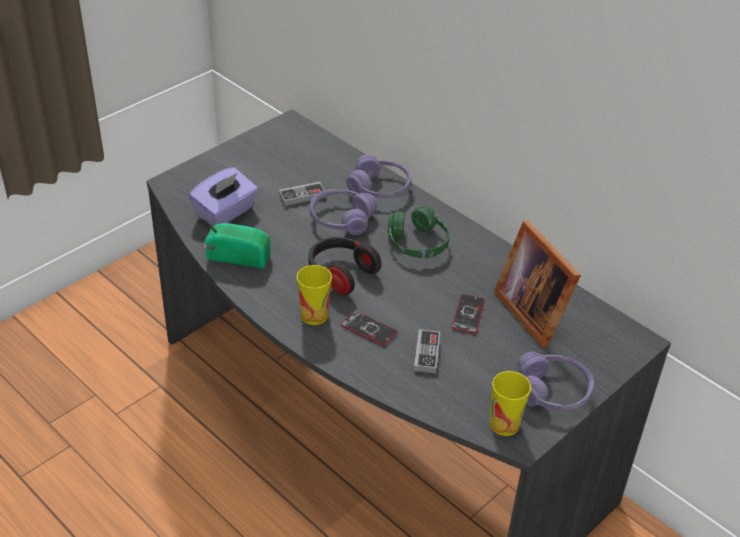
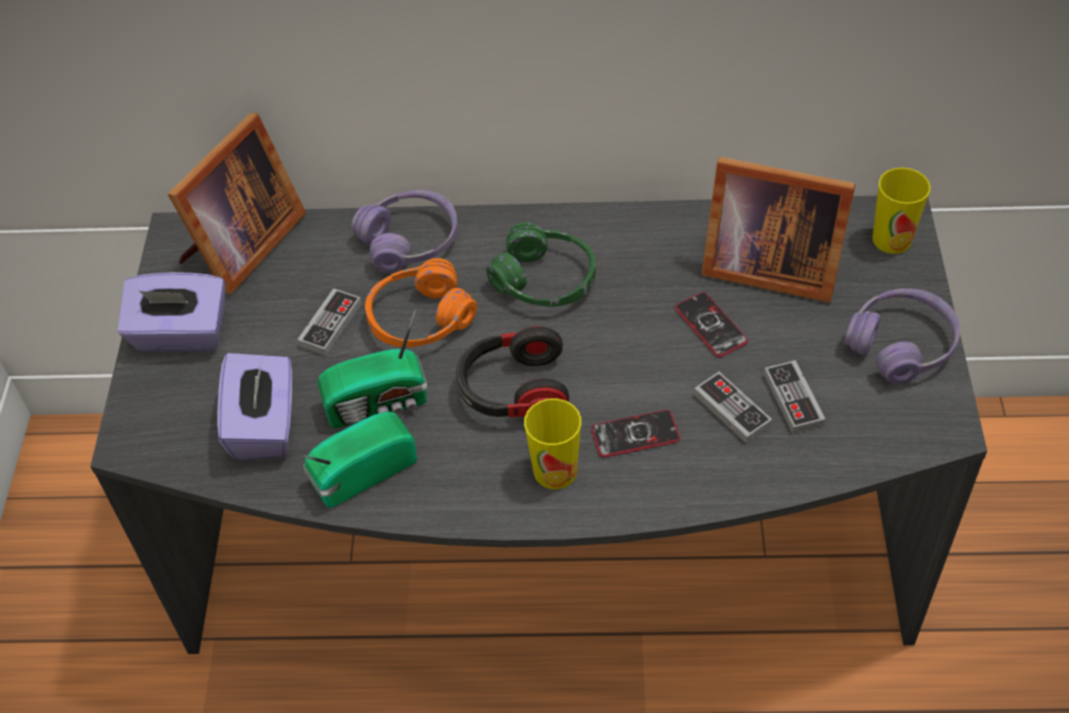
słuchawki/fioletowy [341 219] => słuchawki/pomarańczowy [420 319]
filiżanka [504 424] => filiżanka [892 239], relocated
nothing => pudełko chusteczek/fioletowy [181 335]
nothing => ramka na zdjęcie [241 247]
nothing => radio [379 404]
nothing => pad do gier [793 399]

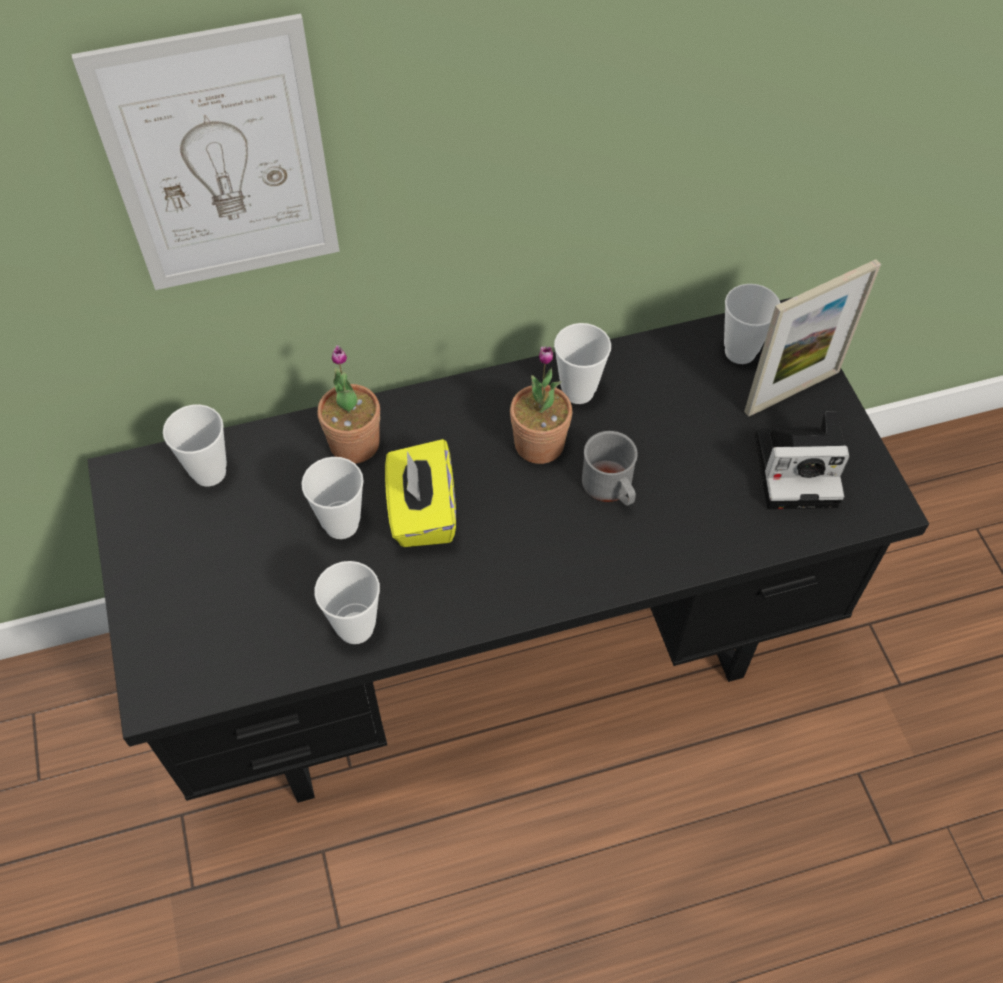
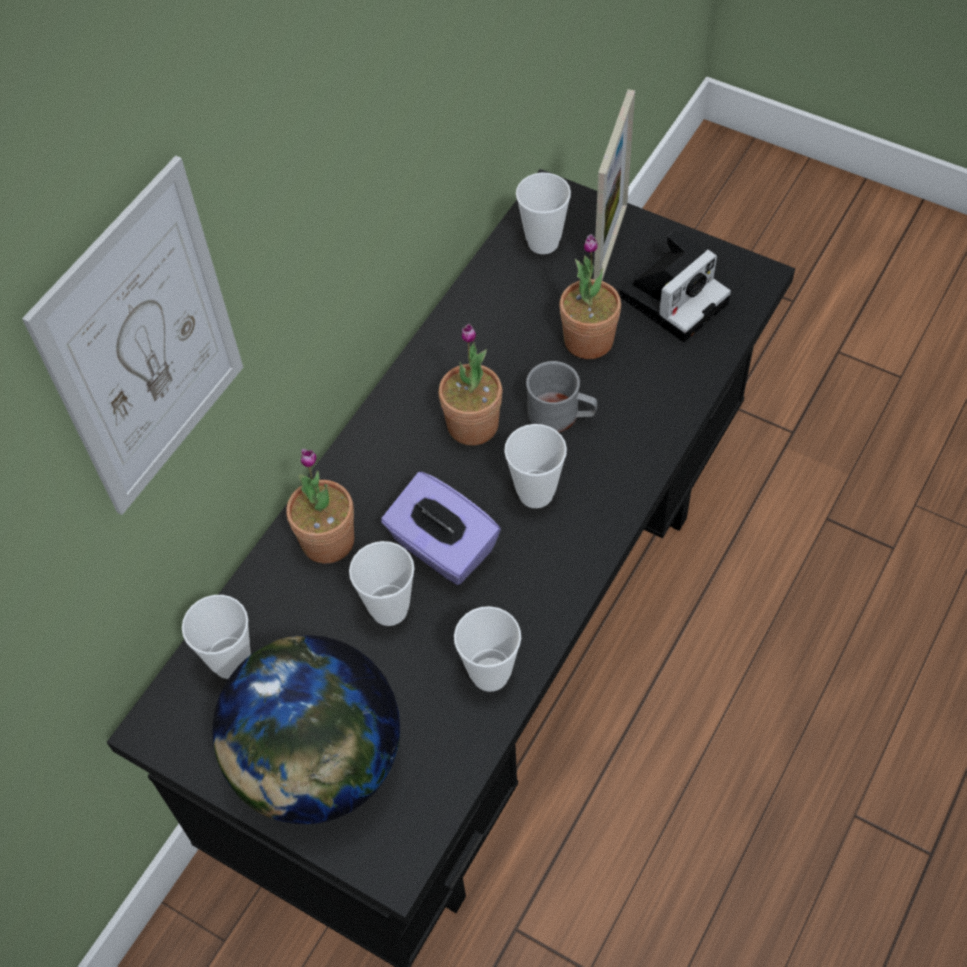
pudełko chusteczek/żółty [422 512] => pudełko chusteczek/fioletowy [442 548]
filiżanka [578 391] => filiżanka [536 493], relocated
nothing => globus [319 764]
nothing => roślina doniczkowa [588 340]

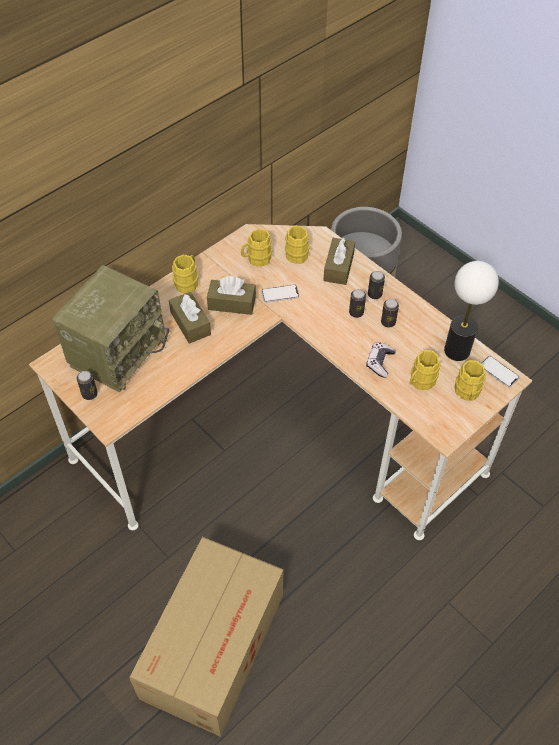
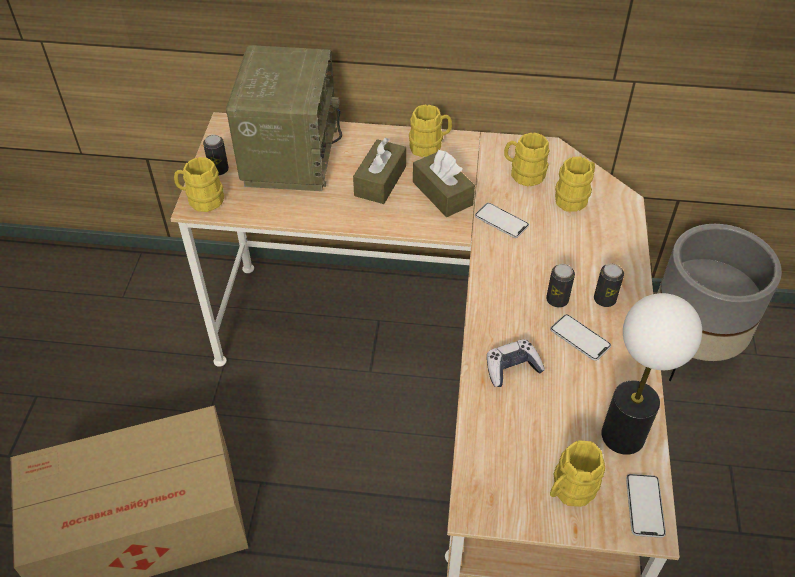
radio [117 350] => radio [289 154], 75 degrees counterclockwise
pudełko chusteczek/brązowy [338 267] => nothing
puszka [388 322] => telefon [580 338]
kubek/żółty [420 381] => kubek/żółty [201 200], relocated

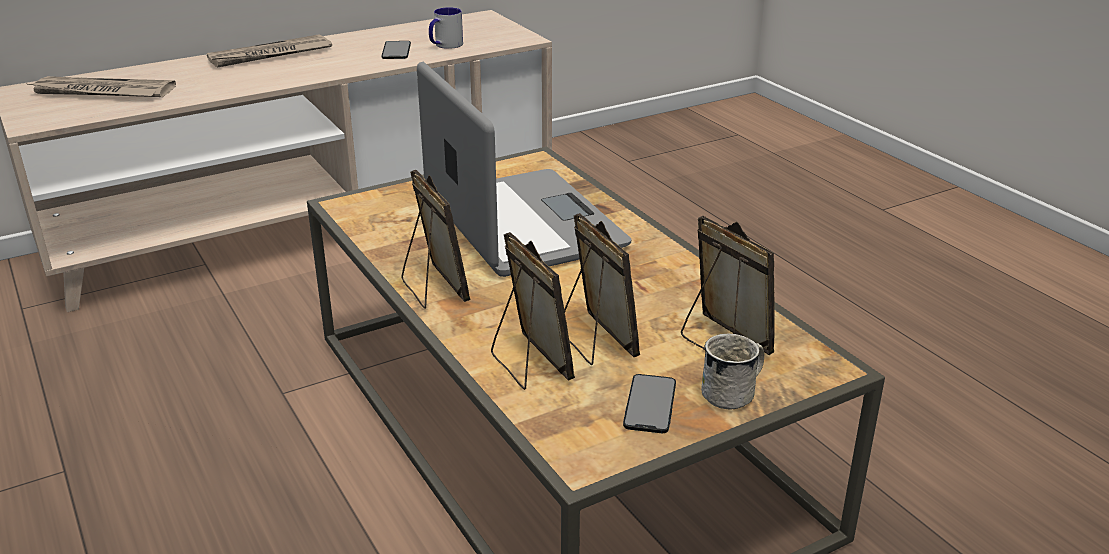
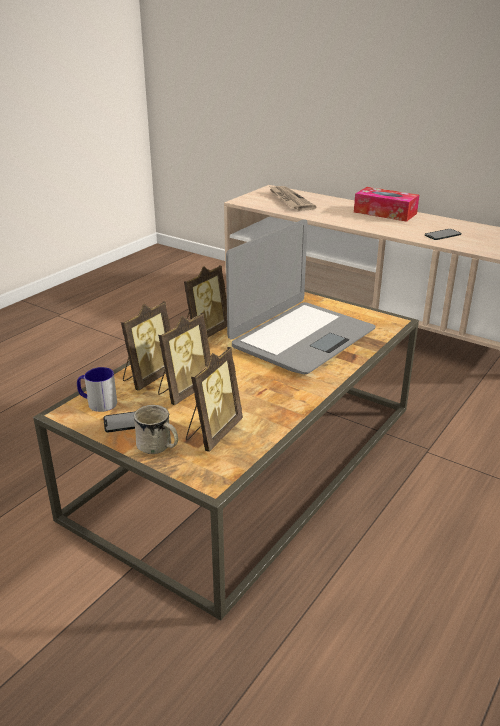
gazeta [270 55] => pudełko chusteczek [385 213]
kubek [445 45] => kubek [97 403], relocated

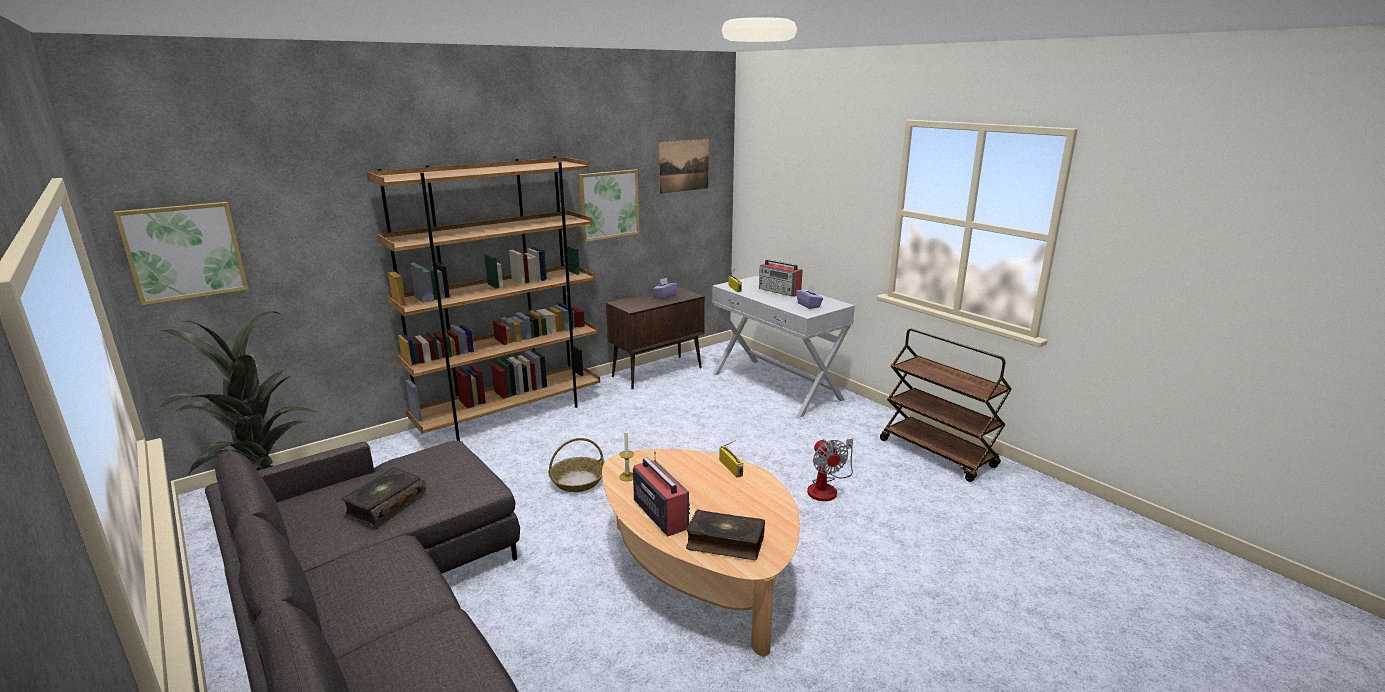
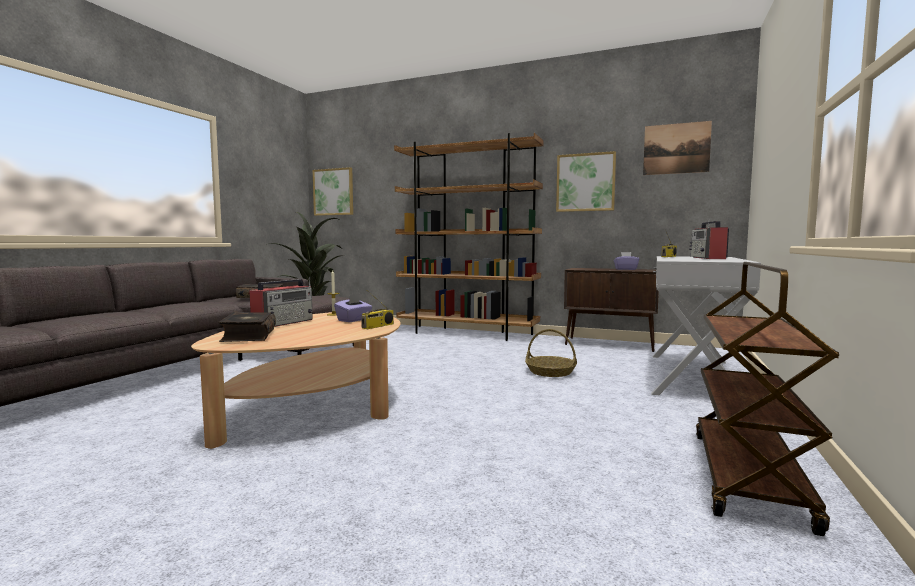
koszyk [578 480] => koszyk [551 372], relocated
pudełko chusteczek/fioletowy [809 305] => pudełko chusteczek/fioletowy [354 320], relocated
wentylator [827 487] => nothing

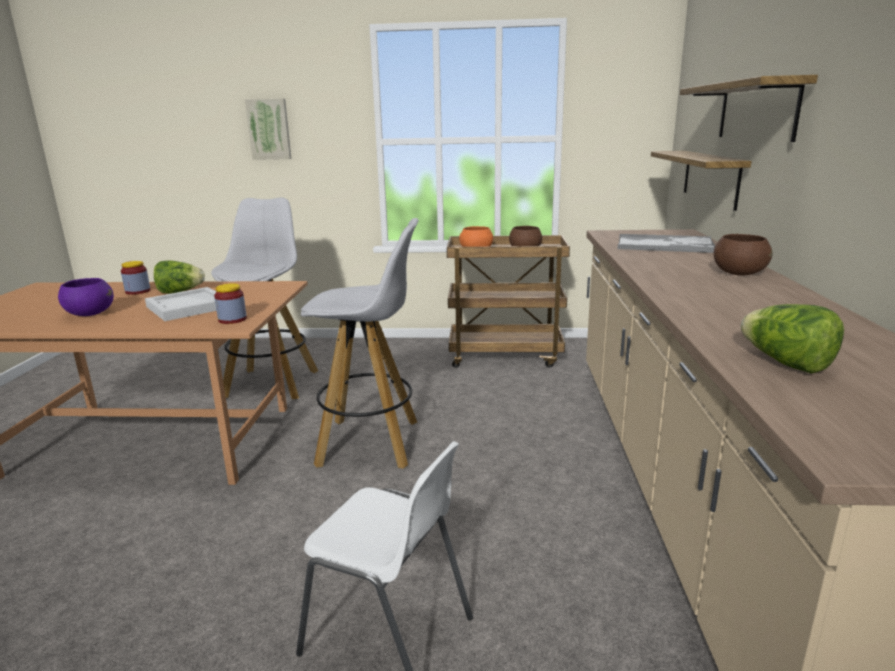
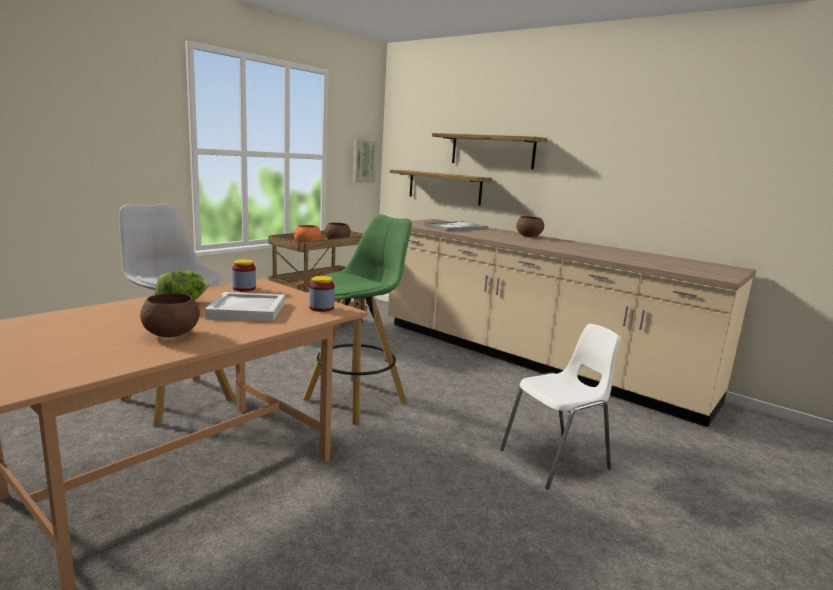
miska/fioletowy [90 314] => miska/brązowy [171 334]
słoik [138 291] => słoik [244 288], relocated
obraz [269 129] => obraz [363 161], relocated
stołek/biały [371 443] => stołek/zielony [356 400]
sałata [786 364] => nothing

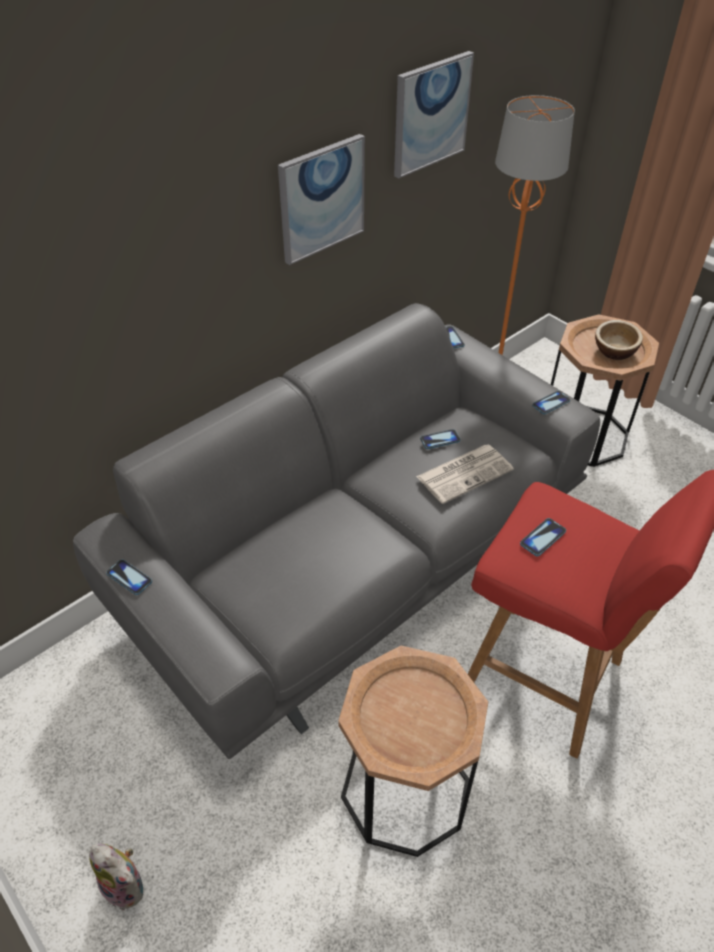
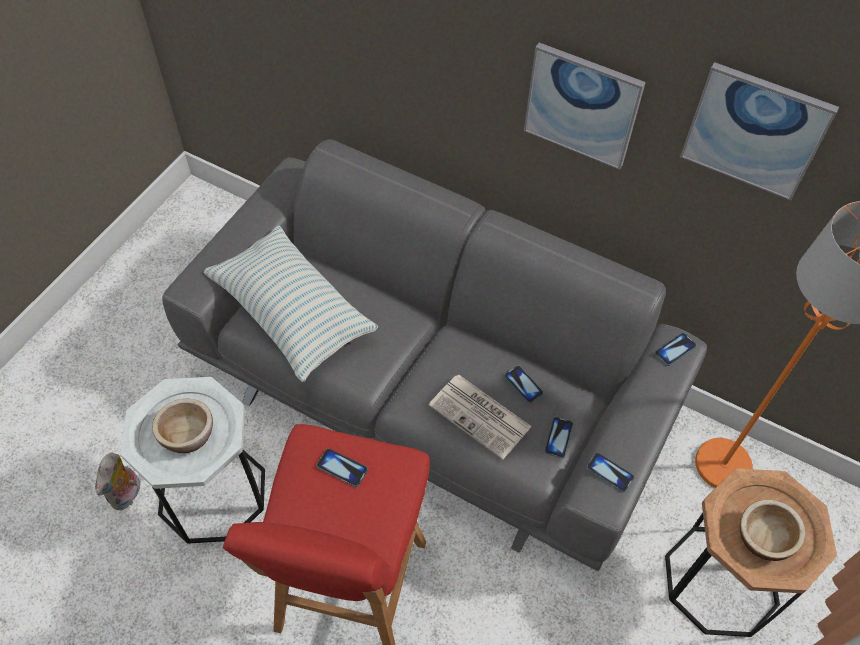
pluszak [127 885] => pluszak [127 495], relocated
telefon [129 578] => telefon [558 438], relocated
stolik/brązowy [405 789] => stolik/biały [212 492]
nothing => miska [187 434]
nothing => poduszka [292 313]

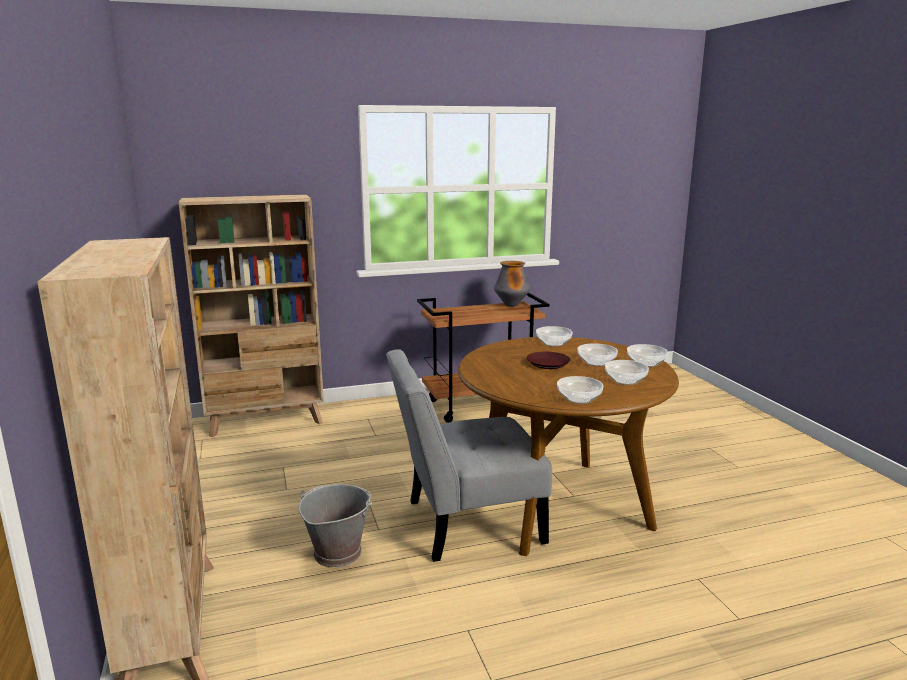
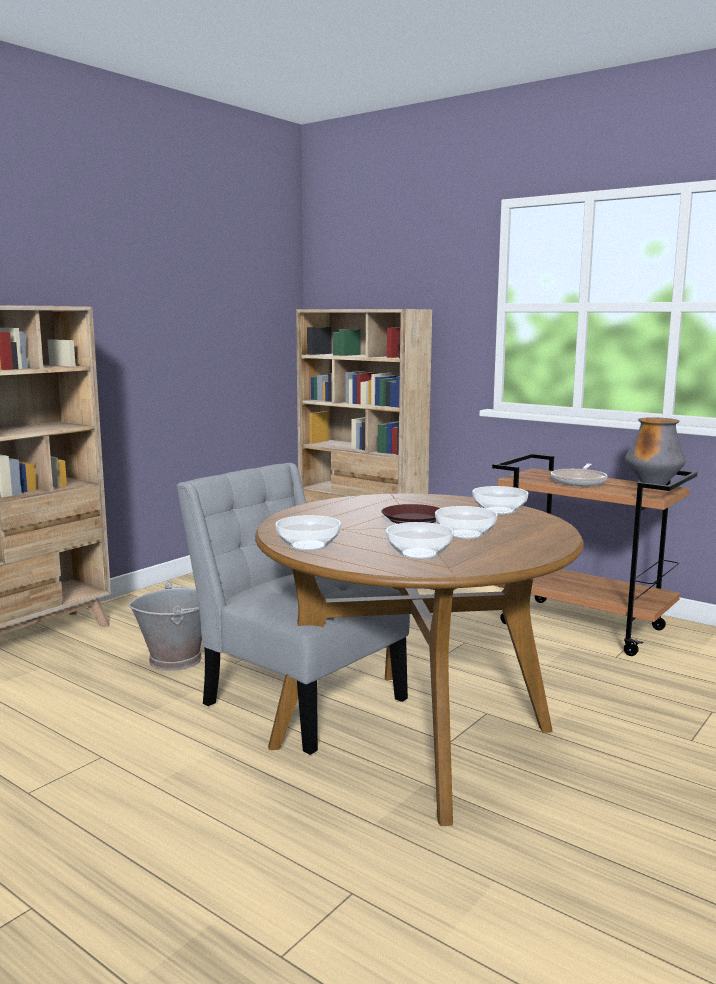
miska [646 363] => nothing
nothing => patelnia [579 481]

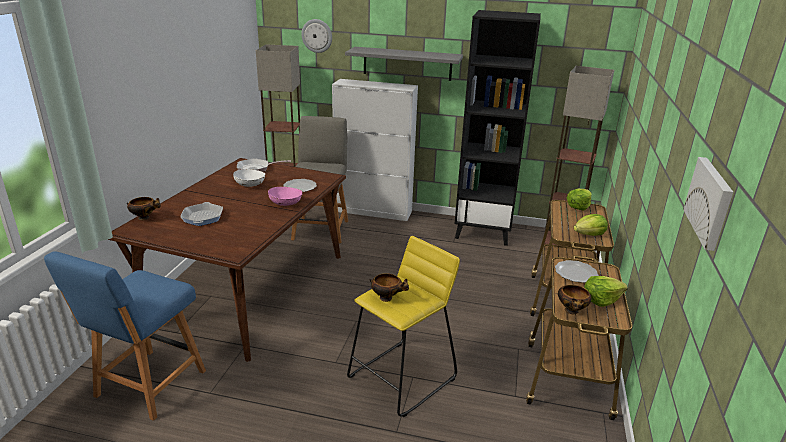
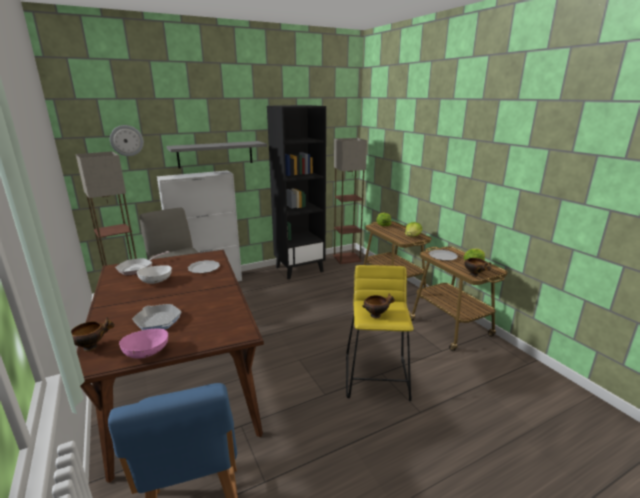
miska/różowy [286 203] => miska/różowy [147 352], relocated
obraz [710 202] => nothing

